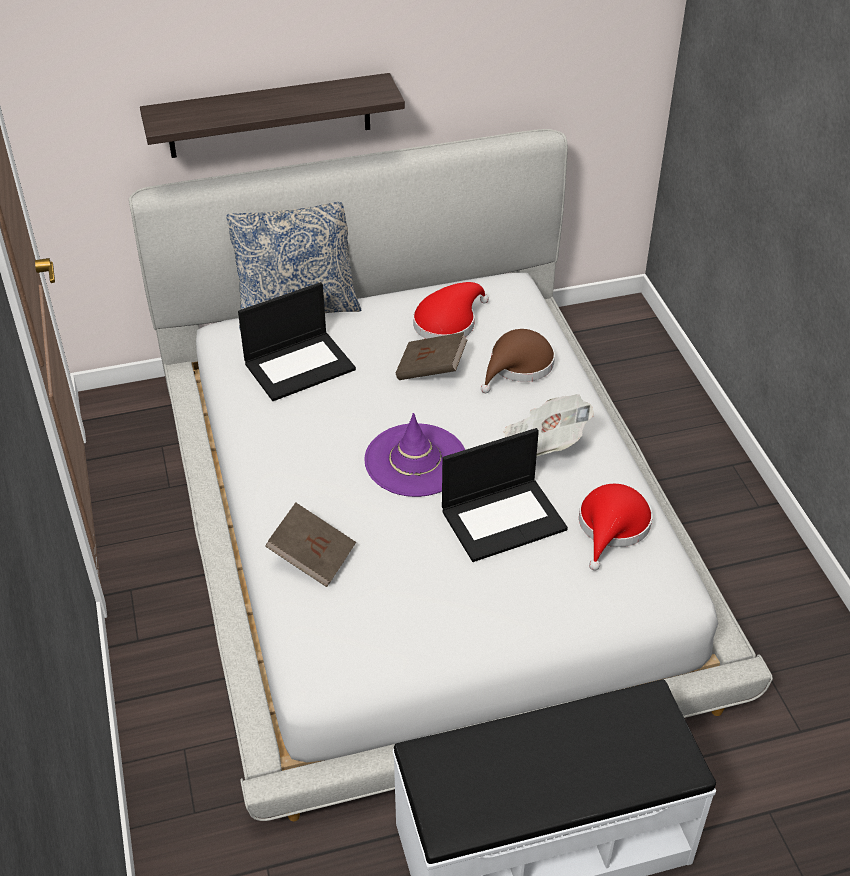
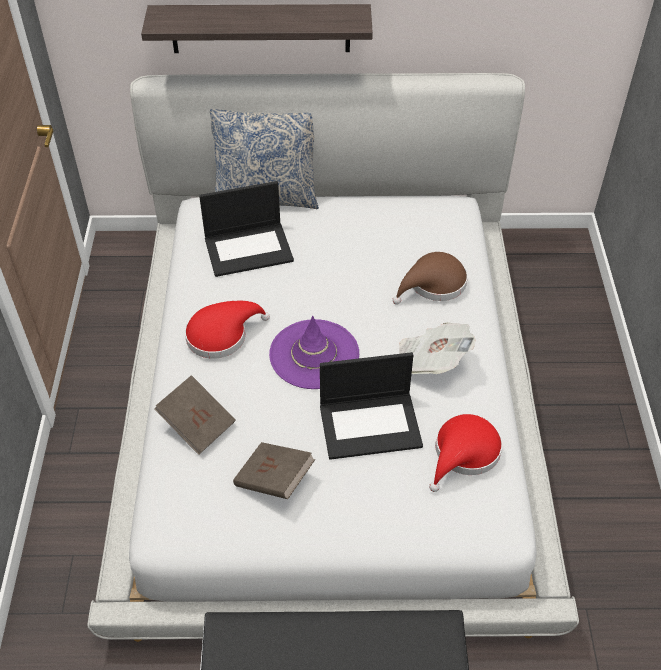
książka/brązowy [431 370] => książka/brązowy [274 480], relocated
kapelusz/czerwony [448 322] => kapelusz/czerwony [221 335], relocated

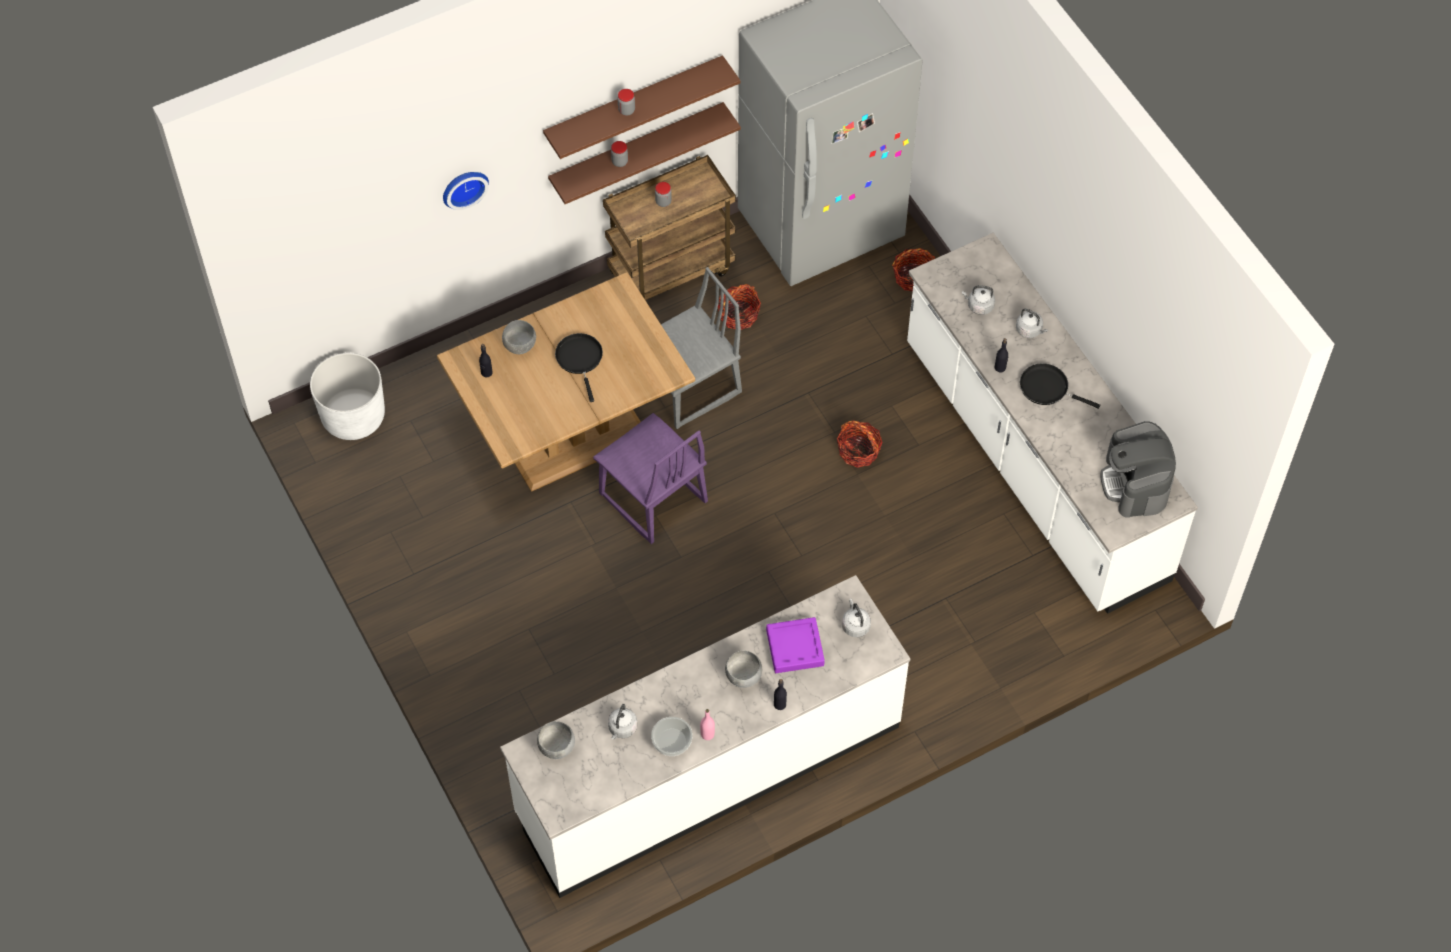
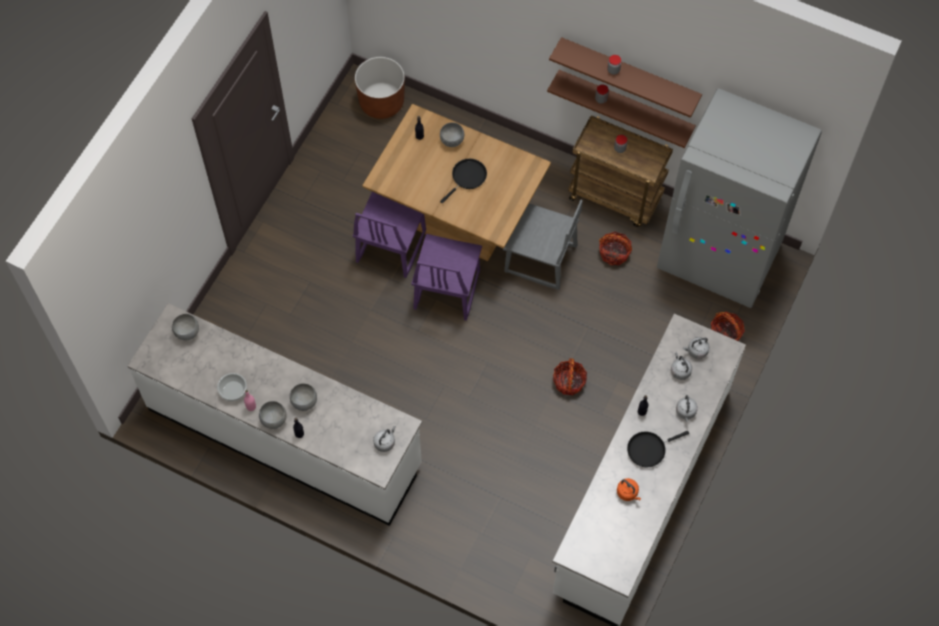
donica/biały [353 416] => donica/brązowy [381 102]
zegar ścienny [463 187] => nothing
czajnik/szary [622 729] => czajnik/szary [696 351], relocated
taca/fioletowy [795 648] => nothing
patelnia/czarny [1047 388] => patelnia/czarny [648 449], 105 degrees counterclockwise
ekspres do kawy [1135 483] => nothing
nothing => miska/szary [273 419]
nothing => krzesło/fioletowy [390 246]
nothing => czajnik/pomarańczowy [628 493]

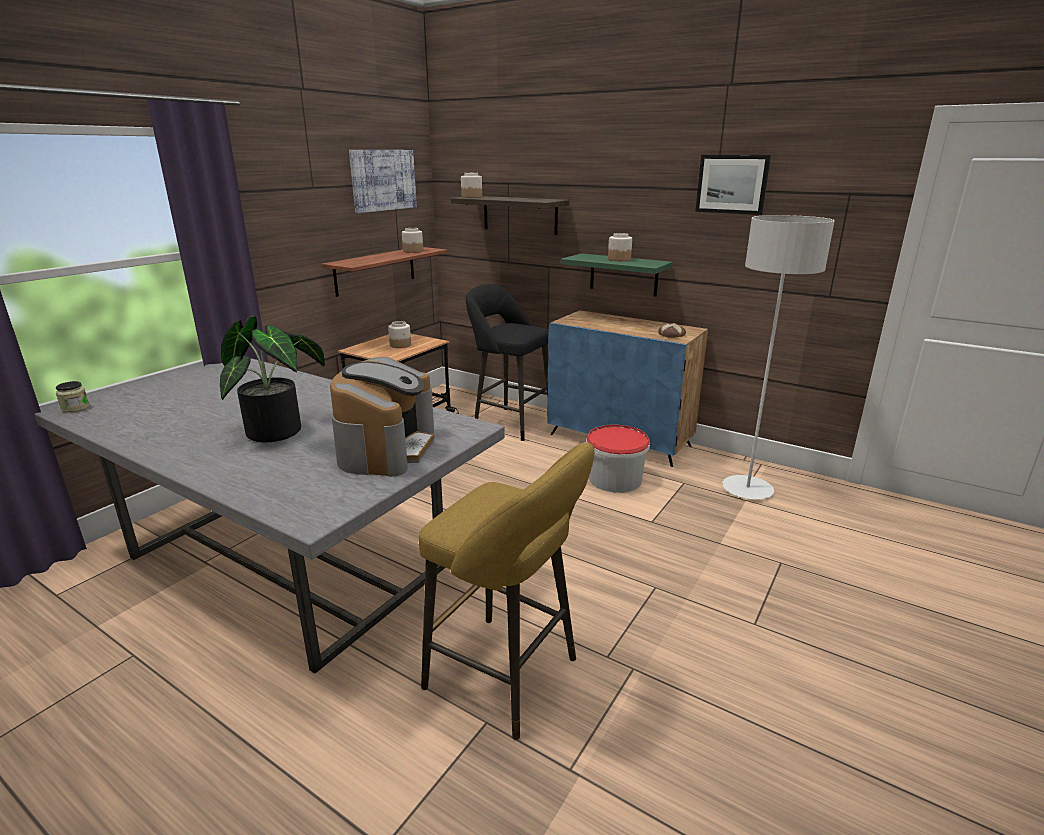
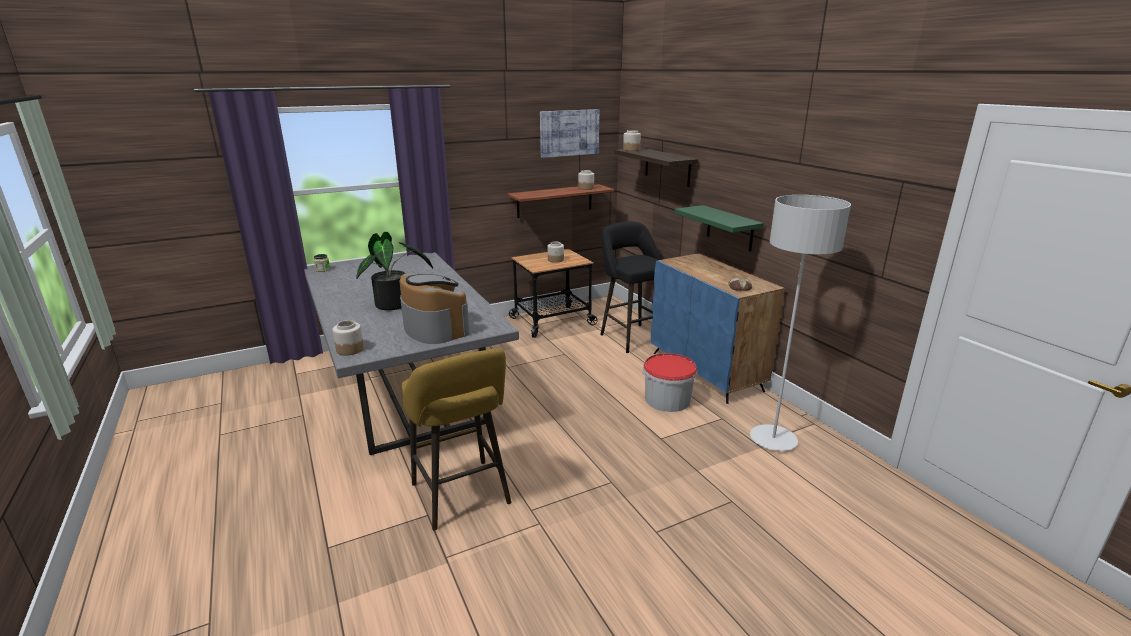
ekspres do kawy [386 448] => ekspres do kawy [434 328], 75 degrees counterclockwise
słoik [619 259] => słoik [350 349], relocated
obraz [732 184] => nothing

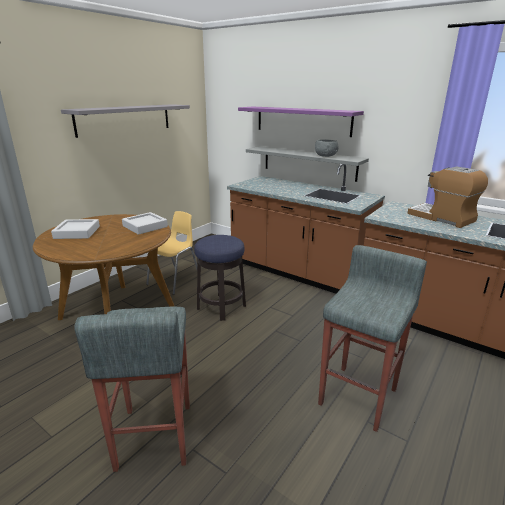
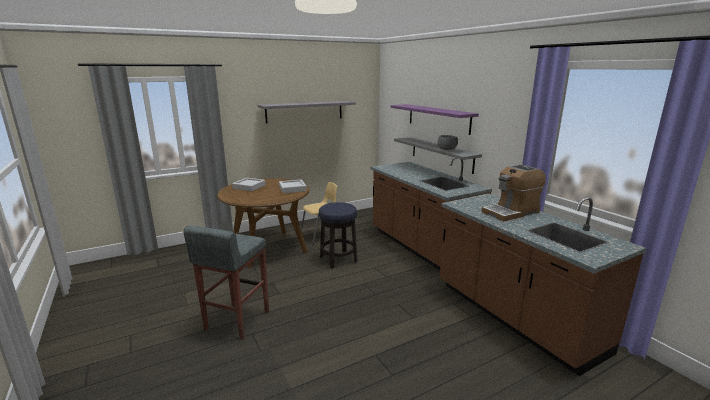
stołek/szary [359 396] => nothing
ekspres do kawy [442 218] => ekspres do kawy [511 212], 105 degrees counterclockwise

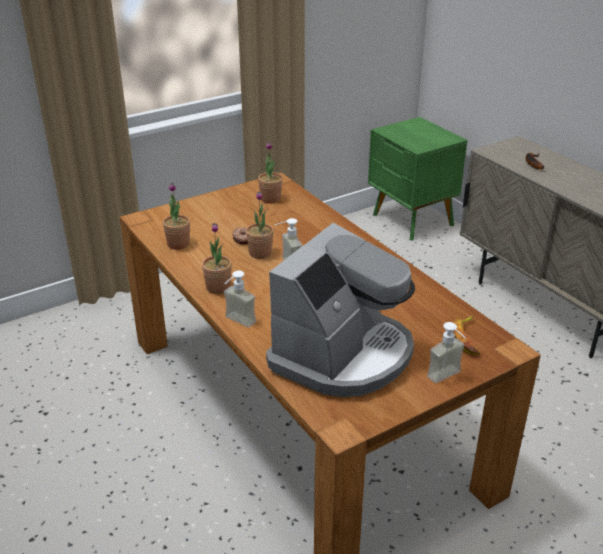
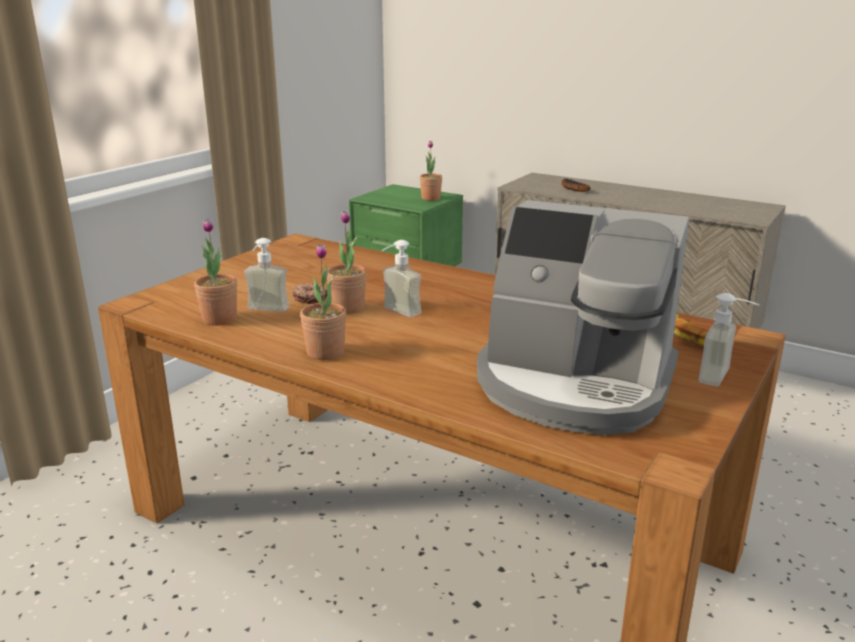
dozownik mydła [236 323] => dozownik mydła [265 311], relocated
roślina doniczkowa [270 199] => roślina doniczkowa [430 198], relocated
ekspres do kawy [343 355] => ekspres do kawy [574 385], 105 degrees clockwise

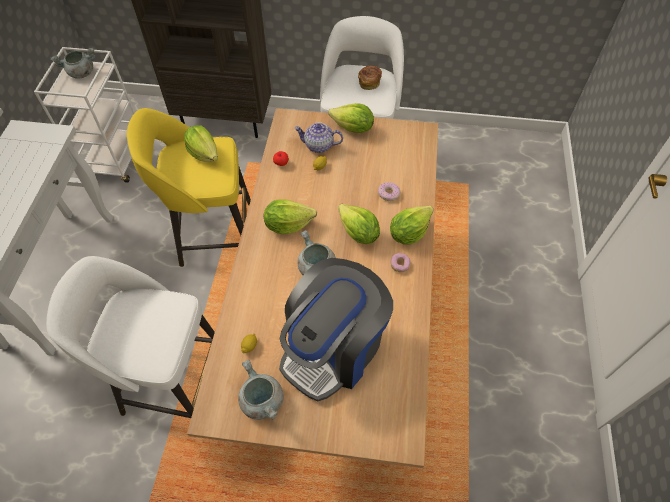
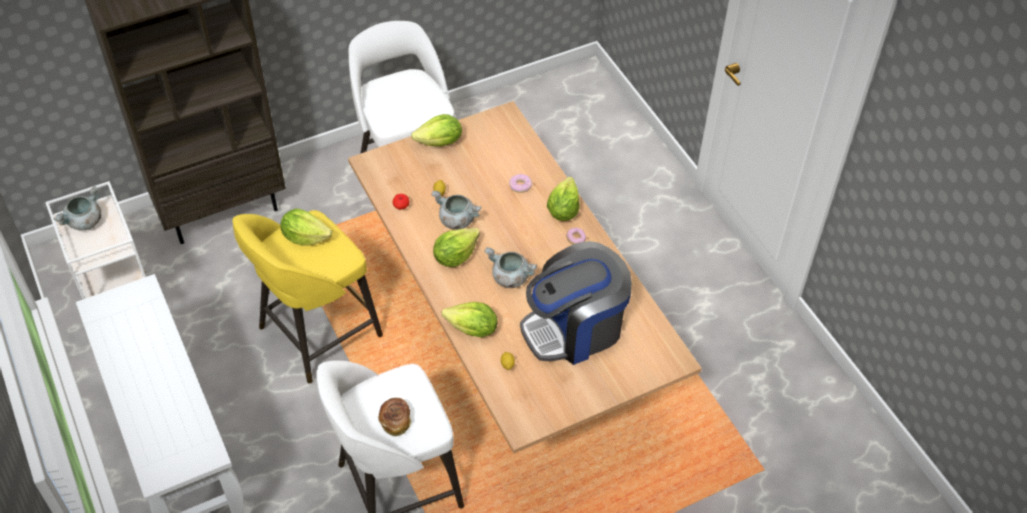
garnek/szary [261 401] => garnek/szary [456 220], relocated
ekspres do kawy [334 348] => ekspres do kawy [575 329], 60 degrees clockwise
imbryk [318 146] => nothing
sałata [358 233] => sałata [472 330], relocated
chleb [369 82] => chleb [395 421], relocated

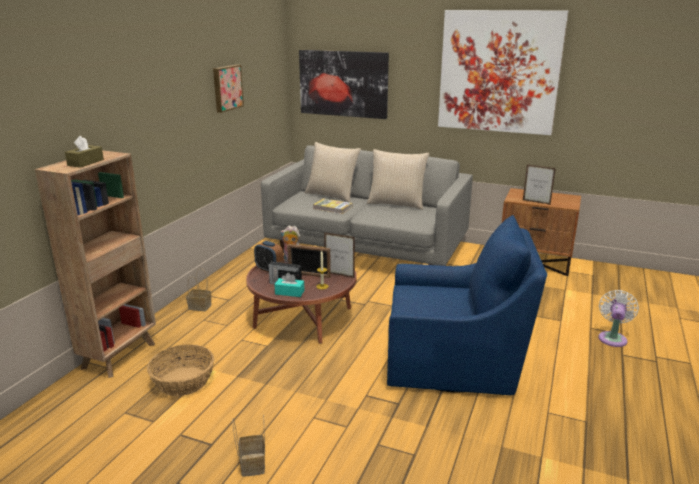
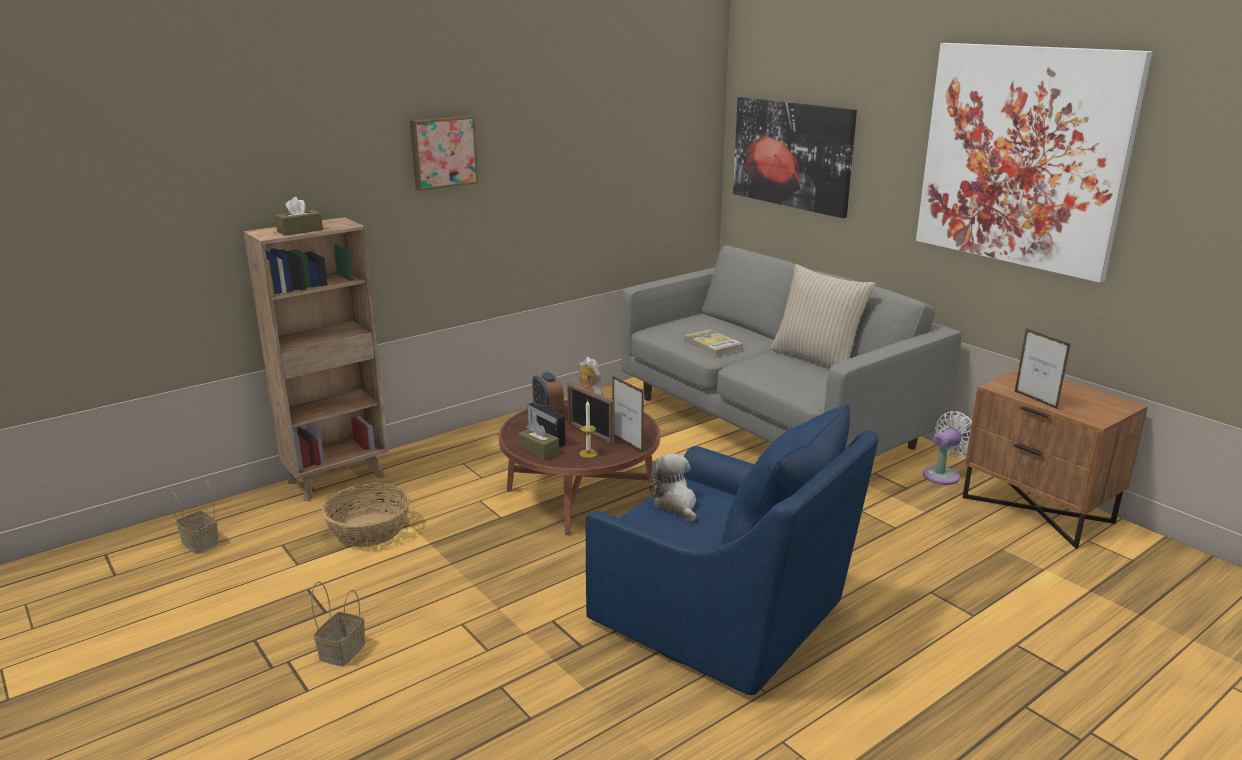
koszyk [200 306] => koszyk [201 543], relocated
obraz [226 88] => obraz [443 152], relocated
pudełko chusteczek/turkusowy [289 292] => pudełko chusteczek/brązowy [539 450]
poduszka/beżowy [332 195] => nothing
wentylator/biały [612 338] => wentylator/biały [944 475], relocated
nothing => pluszak [676 504]

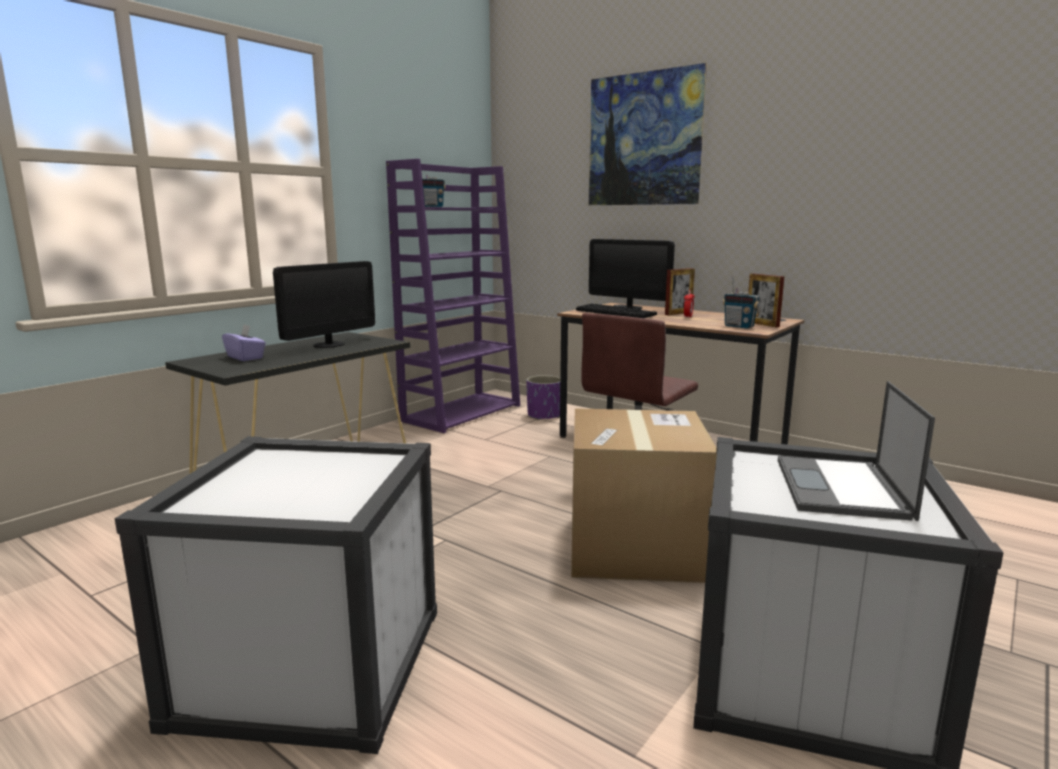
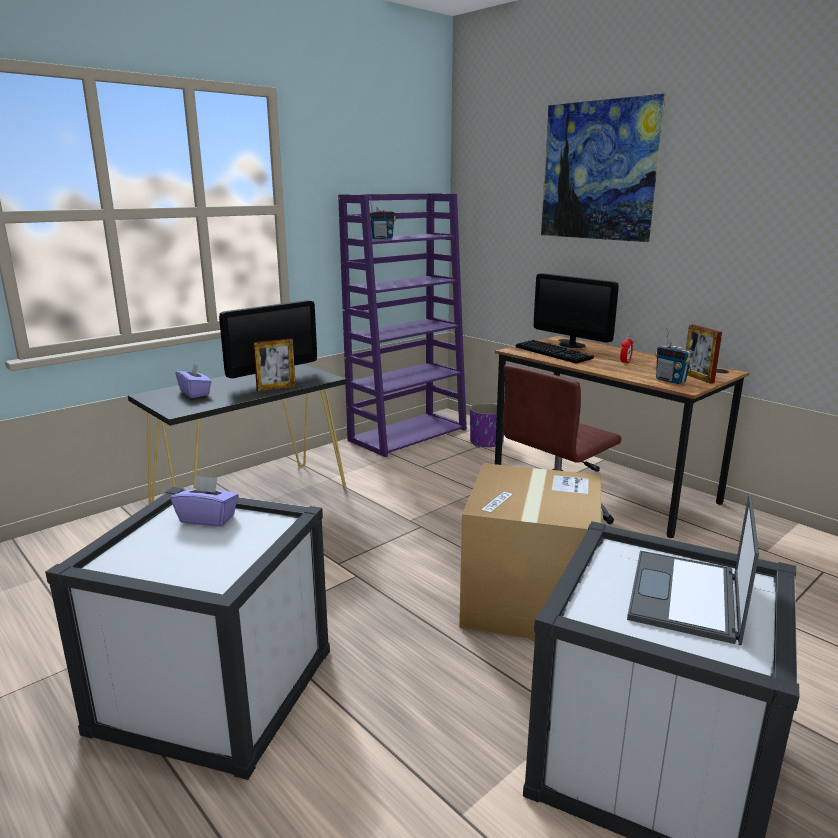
ramka na zdjęcie [678 313] => ramka na zdjęcie [276 388], relocated
nothing => pudełko chusteczek/fioletowy [208 519]

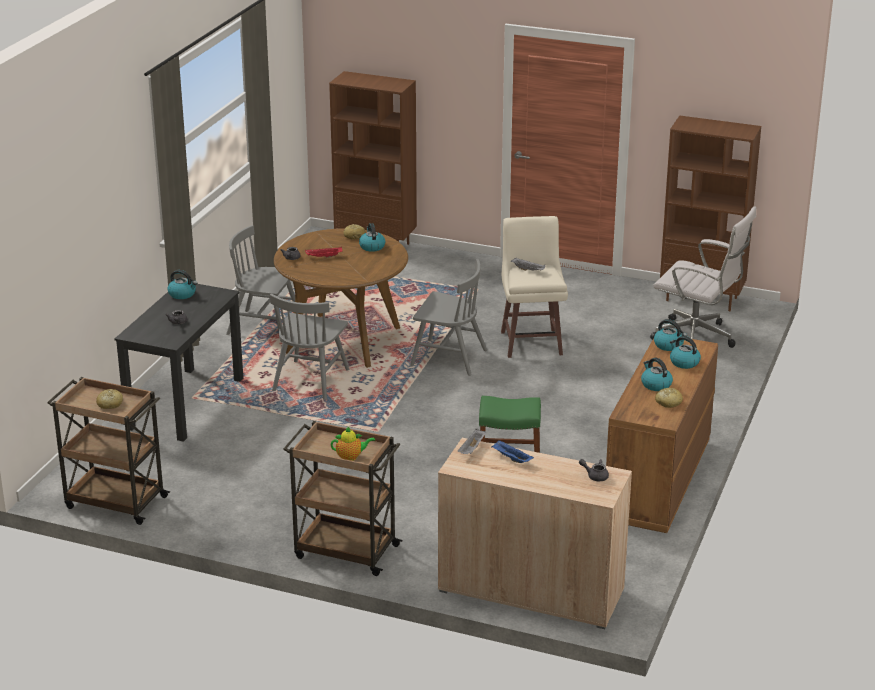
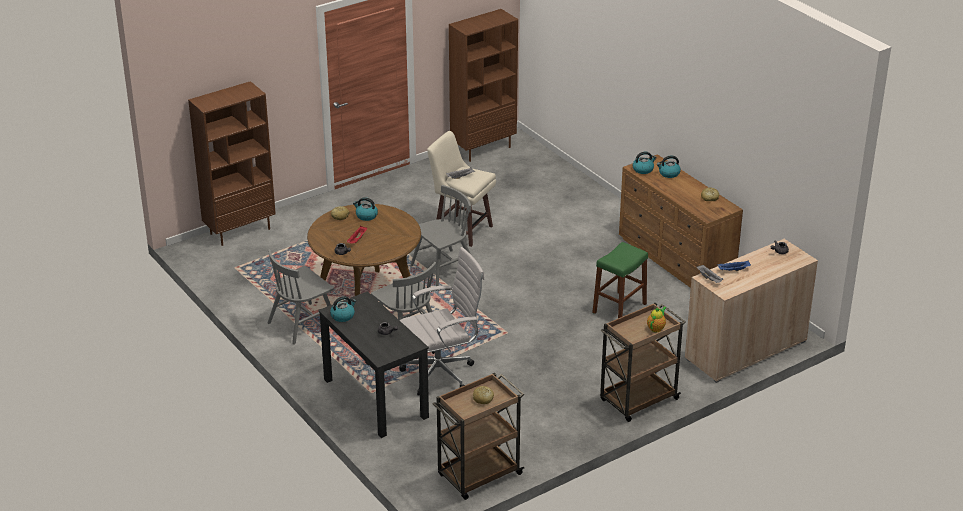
czajnik [655 385] => nothing
krzesło biurowe/biały [698 338] => krzesło biurowe/biały [442 373], relocated

